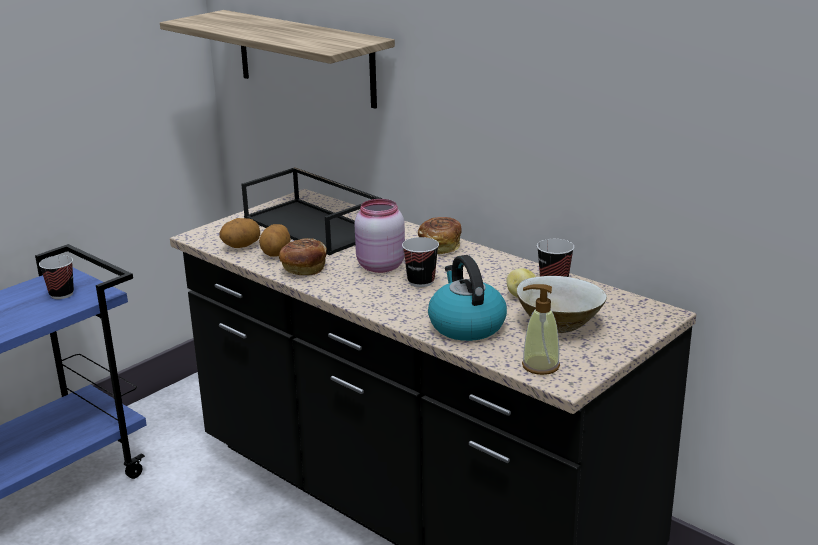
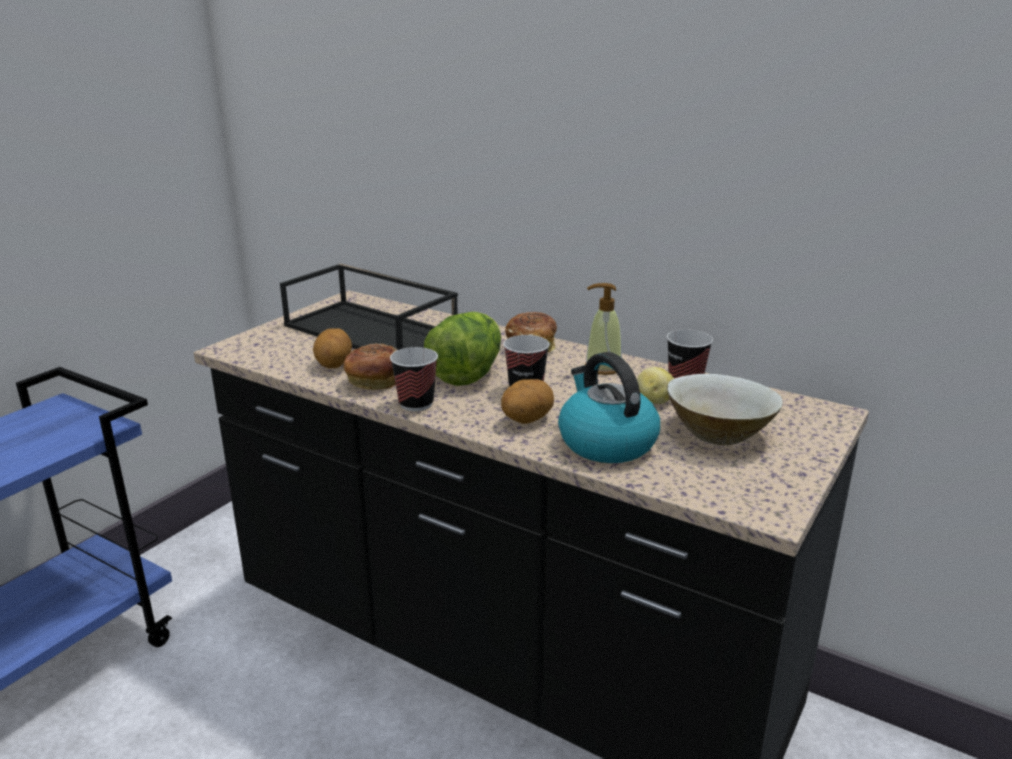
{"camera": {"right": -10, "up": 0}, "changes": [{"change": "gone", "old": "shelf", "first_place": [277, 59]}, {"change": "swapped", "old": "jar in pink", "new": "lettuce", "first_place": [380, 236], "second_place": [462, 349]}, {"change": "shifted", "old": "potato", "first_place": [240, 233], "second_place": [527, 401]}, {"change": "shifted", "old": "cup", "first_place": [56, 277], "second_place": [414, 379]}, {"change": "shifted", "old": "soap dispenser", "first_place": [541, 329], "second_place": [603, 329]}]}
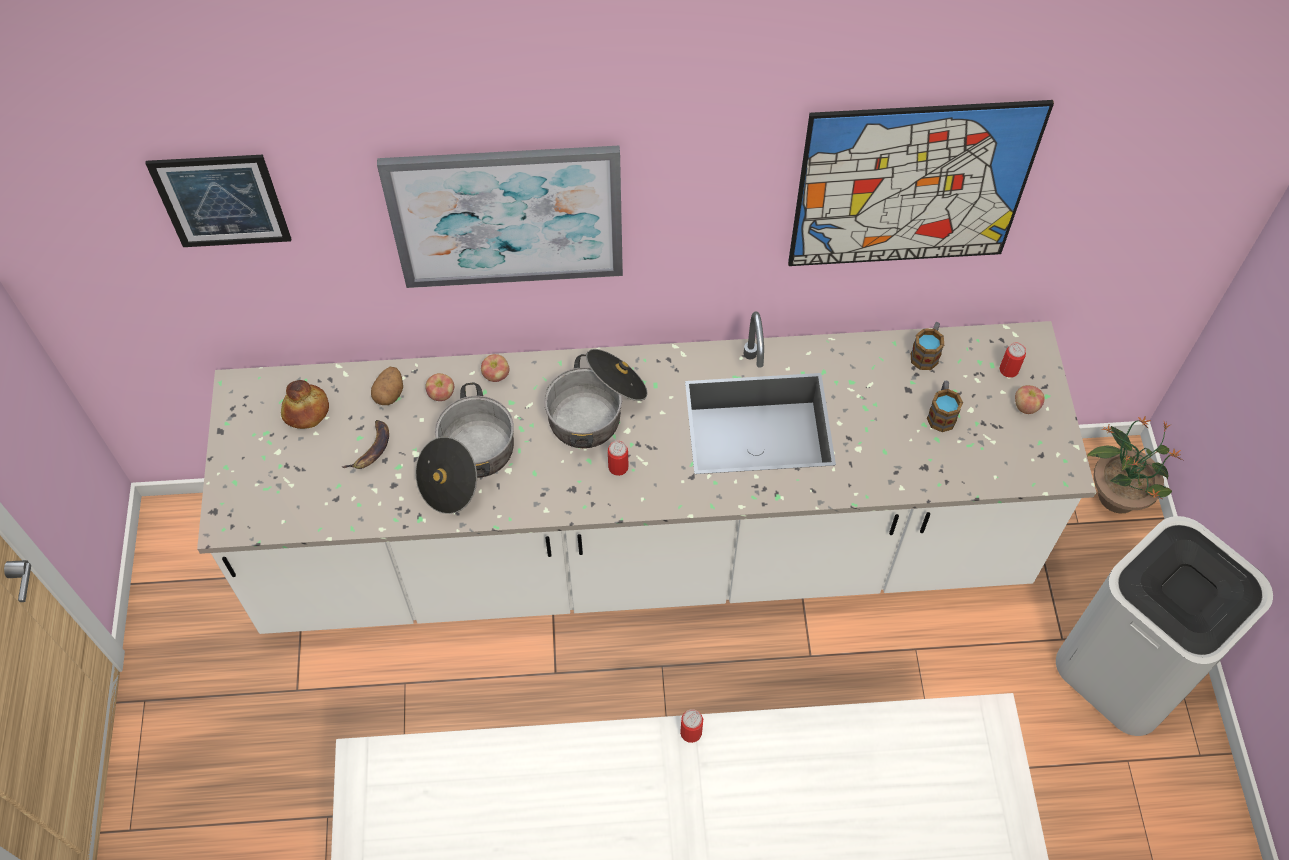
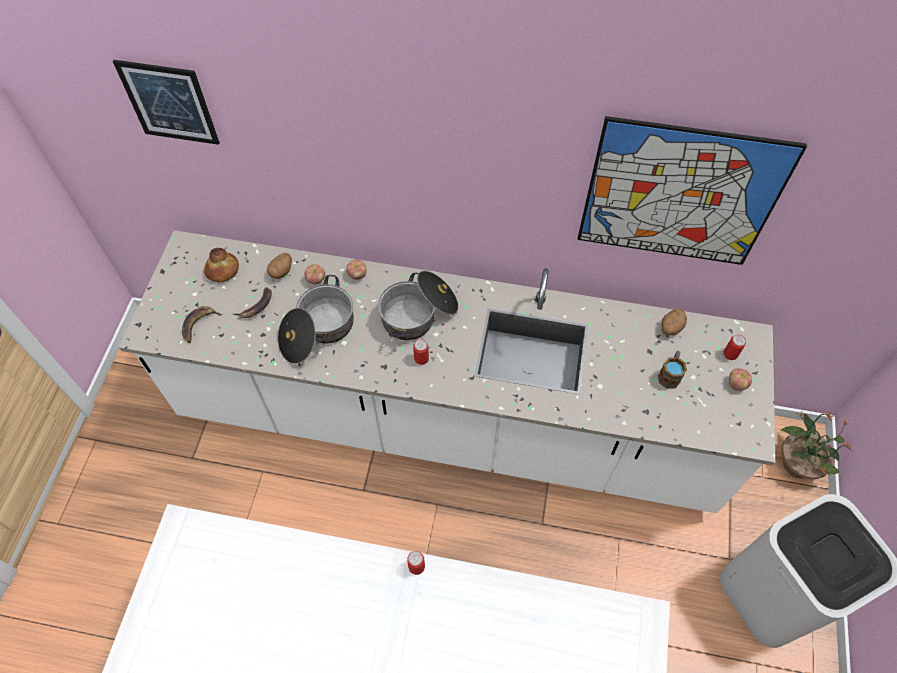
{"camera": {"right": 15, "up": 0}, "changes": [{"change": "gone", "old": "picture", "first_place": [500, 217]}, {"change": "swapped", "old": "mug", "new": "potato", "first_place": [927, 346], "second_place": [674, 322]}, {"change": "new", "new": "banana", "second_place": [202, 324]}]}
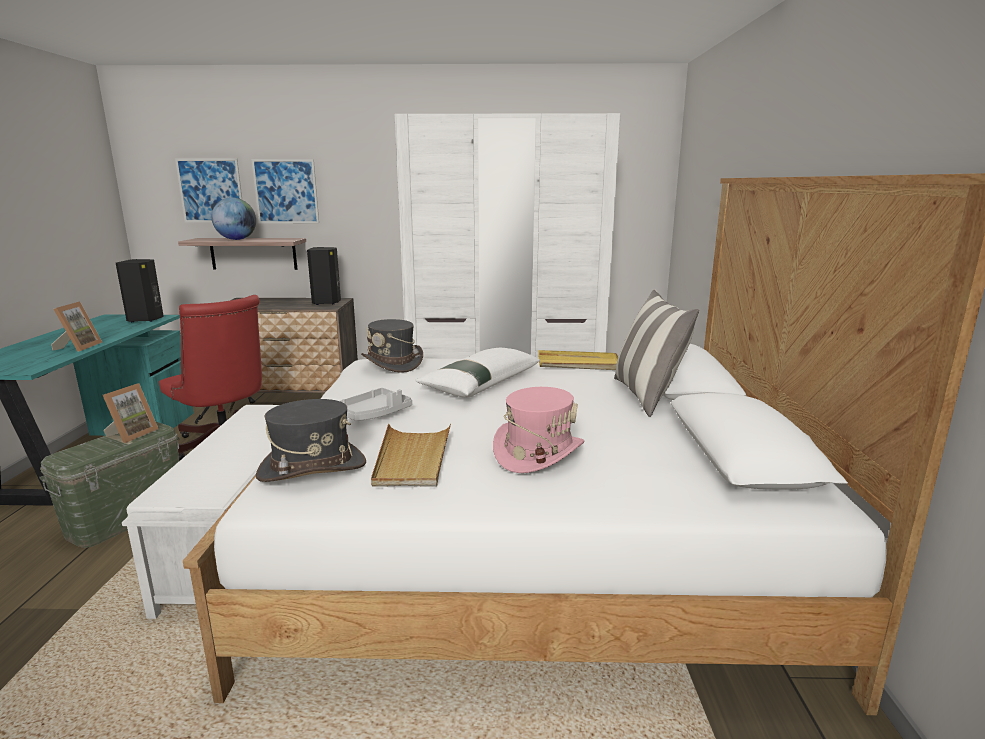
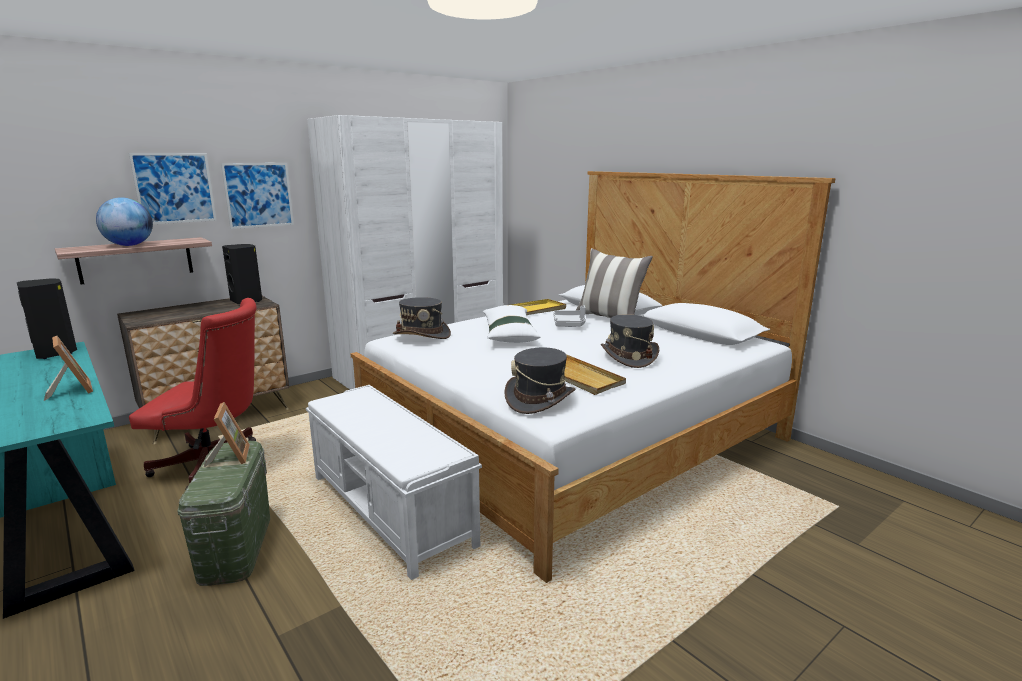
{"camera": {"right": -40, "up": 0}, "changes": [{"change": "shifted", "old": "picture", "first_place": [208, 191], "second_place": [257, 196]}, {"change": "repainted", "old": "hat in pink", "new": "hat in grey", "first_place": [538, 430], "second_place": [630, 341]}, {"change": "shifted", "old": "tray in grey", "first_place": [376, 404], "second_place": [569, 316]}]}
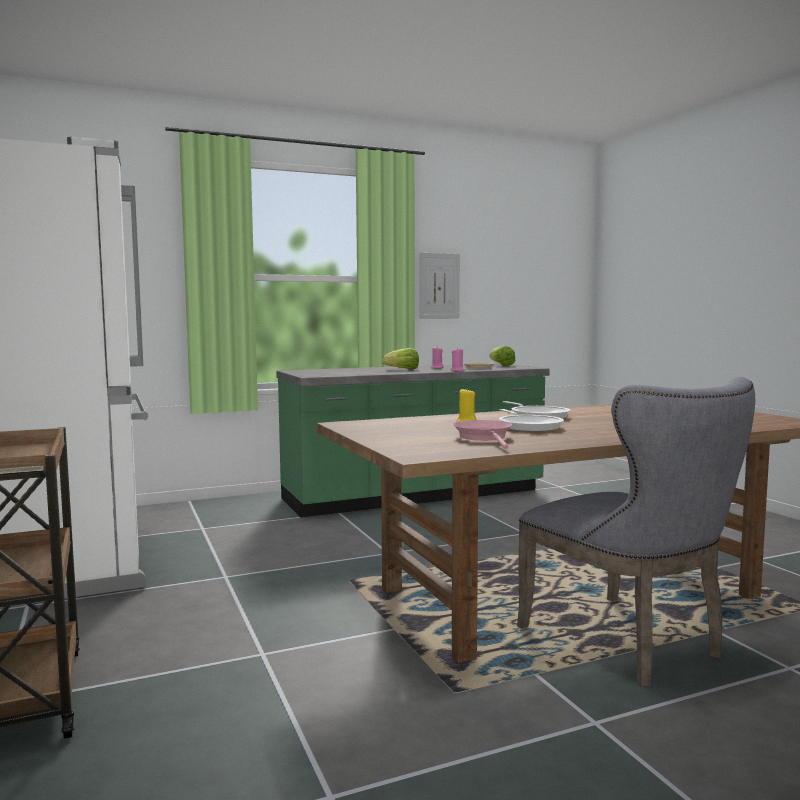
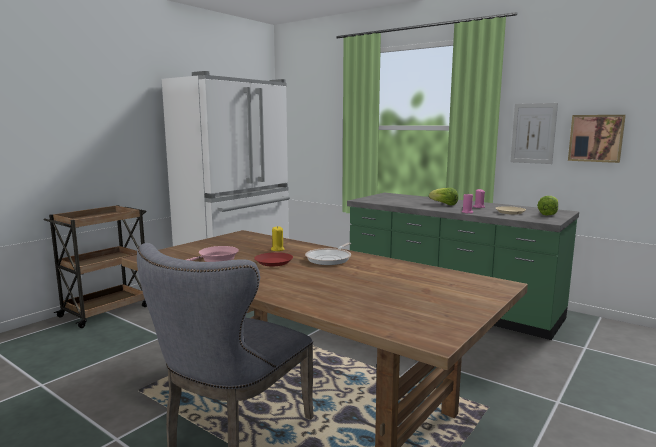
{"camera": {"right": 60, "up": 5}, "changes": [{"change": "swapped", "old": "frying pan", "new": "plate in red", "first_place": [531, 420], "second_place": [273, 259]}, {"change": "new", "new": "picture", "second_place": [597, 139]}]}
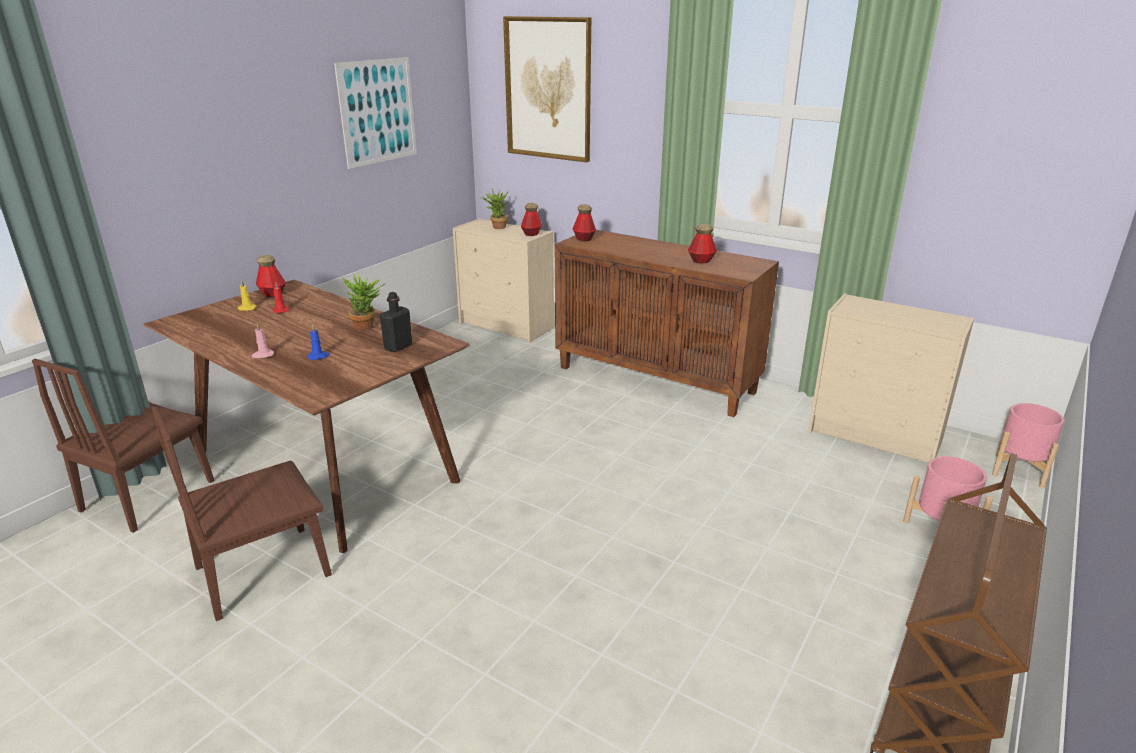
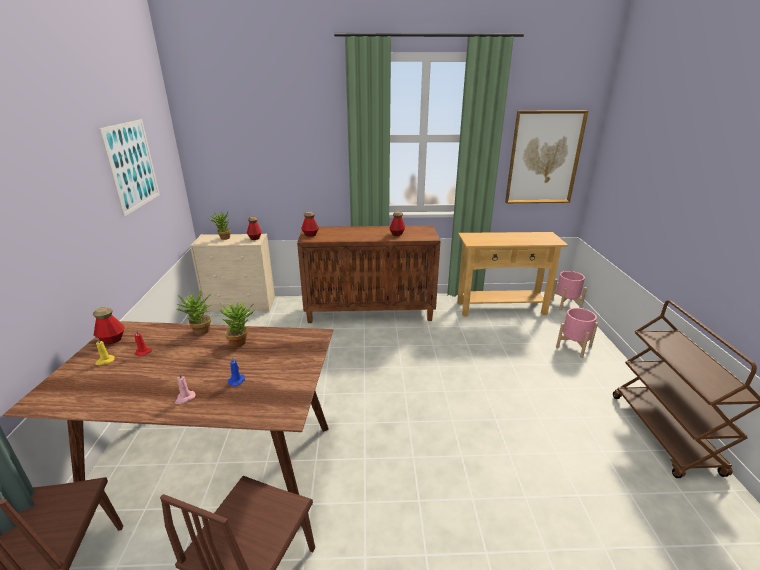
{"camera": {"right": -35, "up": 0}, "changes": [{"change": "shifted", "old": "picture", "first_place": [547, 89], "second_place": [546, 156]}, {"change": "gone", "old": "bottle in black", "first_place": [396, 322]}, {"change": "swapped", "old": "dresser in beige", "new": "console table in beige", "first_place": [891, 378], "second_place": [512, 274]}, {"change": "new", "new": "potted plant", "second_place": [194, 312]}]}
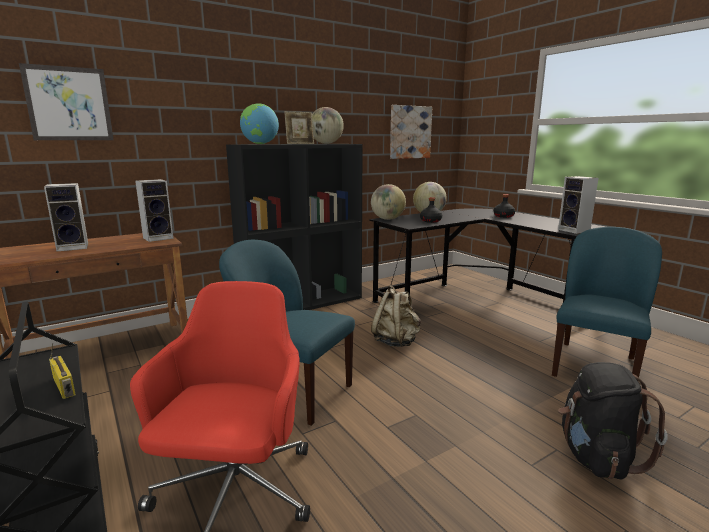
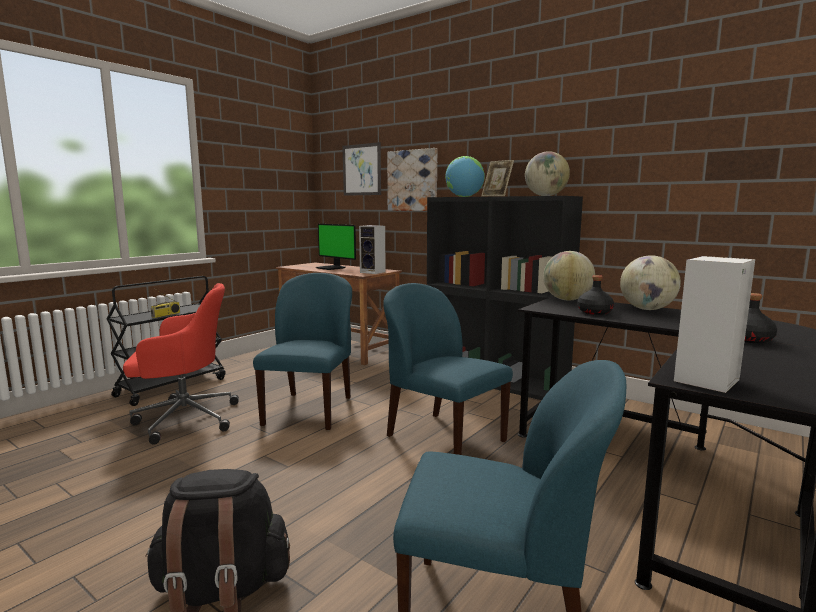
{"camera": {"right": 70, "up": -5}, "changes": [{"change": "shifted", "old": "picture", "first_place": [411, 132], "second_place": [412, 179]}, {"change": "swapped", "old": "speaker", "new": "monitor", "first_place": [66, 217], "second_place": [336, 247]}, {"change": "swapped", "old": "backpack in beige", "new": "chair in blue", "first_place": [396, 316], "second_place": [448, 369]}]}
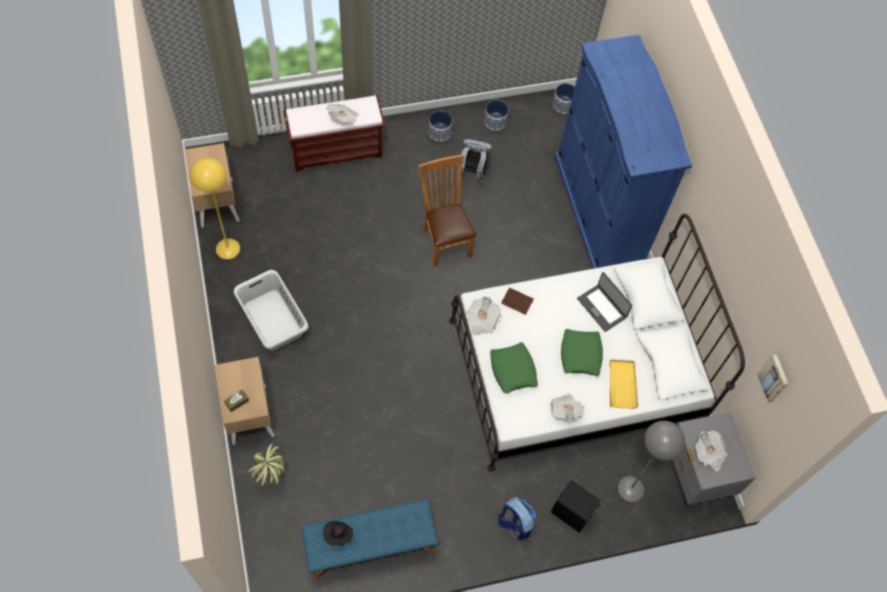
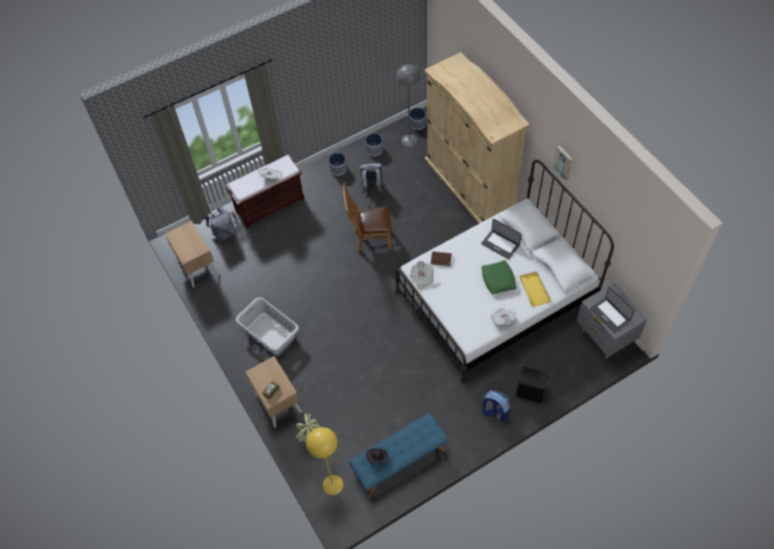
{"camera": {"right": -10, "up": -5}, "changes": [{"change": "repainted", "old": "wardrobe in blue", "new": "wardrobe in beige", "first_place": [623, 152], "second_place": [477, 138]}, {"change": "rotated", "old": "chair in brown", "first_place": [447, 210], "second_place": [367, 217], "degrees": -60}, {"change": "shifted", "old": "floor lamp in yellow", "first_place": [215, 208], "second_place": [324, 461]}, {"change": "gone", "old": "pillow in green", "first_place": [514, 368]}, {"change": "shifted", "old": "picture", "first_place": [773, 379], "second_place": [563, 163]}, {"change": "shifted", "old": "floor lamp in grey", "first_place": [651, 461], "second_place": [408, 105]}, {"change": "swapped", "old": "newspaper", "new": "laptop", "first_place": [711, 451], "second_place": [612, 310]}, {"change": "new", "new": "backpack in grey", "second_place": [221, 224]}]}
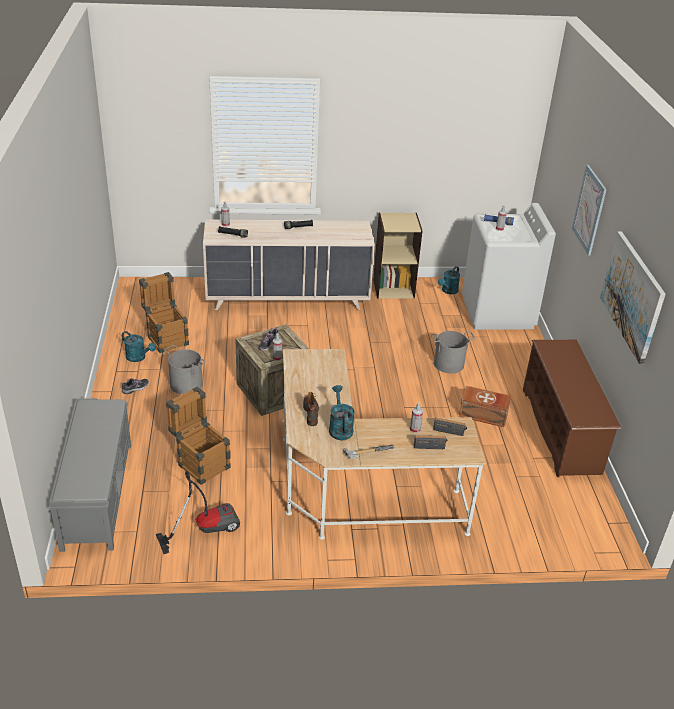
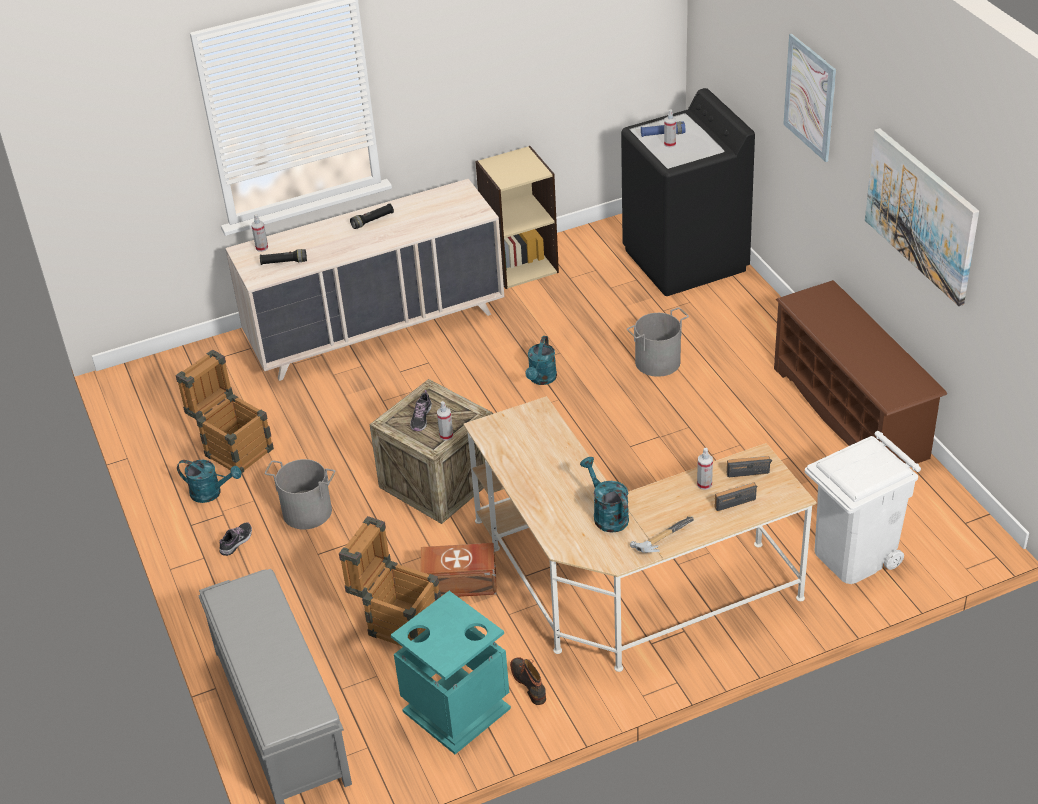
{"camera": {"right": -15, "up": 5}, "changes": [{"change": "repainted", "old": "washing machine in white", "new": "washing machine in black", "first_place": [509, 266], "second_place": [688, 192]}, {"change": "shifted", "old": "watering can in turquoise", "first_place": [449, 280], "second_place": [541, 360]}, {"change": "shifted", "old": "storage box in brown", "first_place": [485, 406], "second_place": [458, 570]}, {"change": "shifted", "old": "boot", "first_place": [311, 409], "second_place": [528, 681]}, {"change": "swapped", "old": "vacuum cleaner", "new": "trash can in turquoise", "first_place": [198, 512], "second_place": [451, 672]}, {"change": "new", "new": "trash can in white", "second_place": [863, 507]}]}
